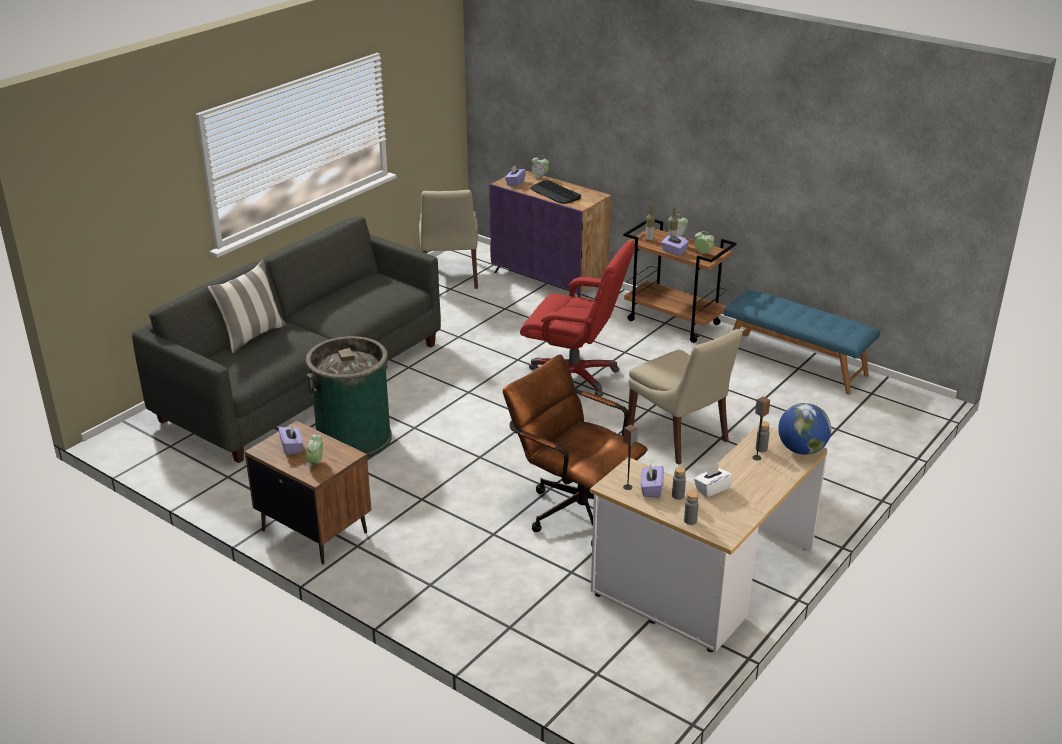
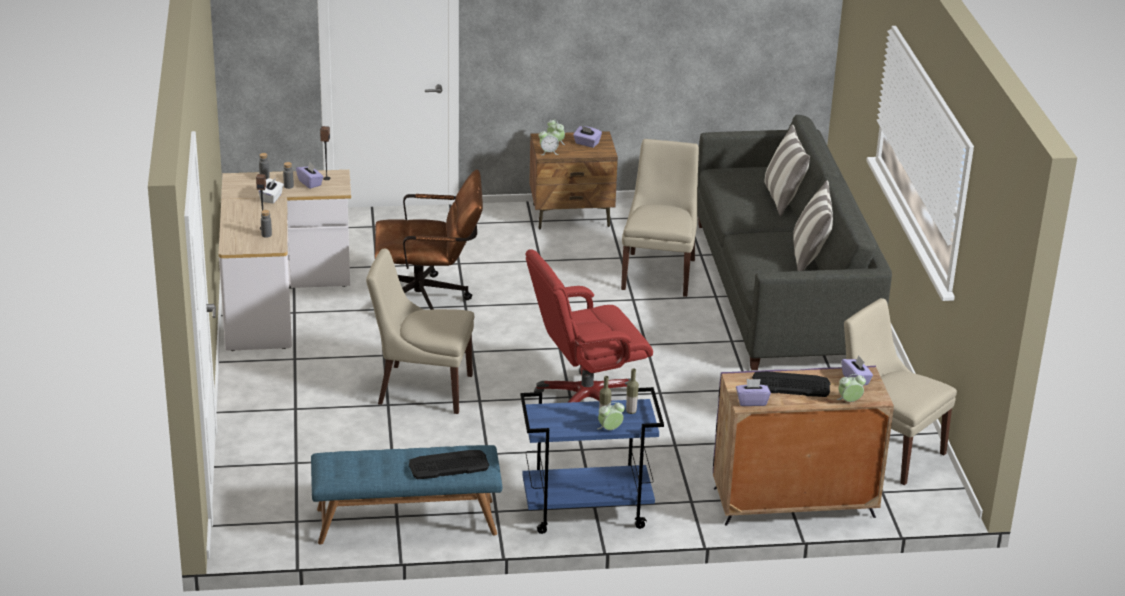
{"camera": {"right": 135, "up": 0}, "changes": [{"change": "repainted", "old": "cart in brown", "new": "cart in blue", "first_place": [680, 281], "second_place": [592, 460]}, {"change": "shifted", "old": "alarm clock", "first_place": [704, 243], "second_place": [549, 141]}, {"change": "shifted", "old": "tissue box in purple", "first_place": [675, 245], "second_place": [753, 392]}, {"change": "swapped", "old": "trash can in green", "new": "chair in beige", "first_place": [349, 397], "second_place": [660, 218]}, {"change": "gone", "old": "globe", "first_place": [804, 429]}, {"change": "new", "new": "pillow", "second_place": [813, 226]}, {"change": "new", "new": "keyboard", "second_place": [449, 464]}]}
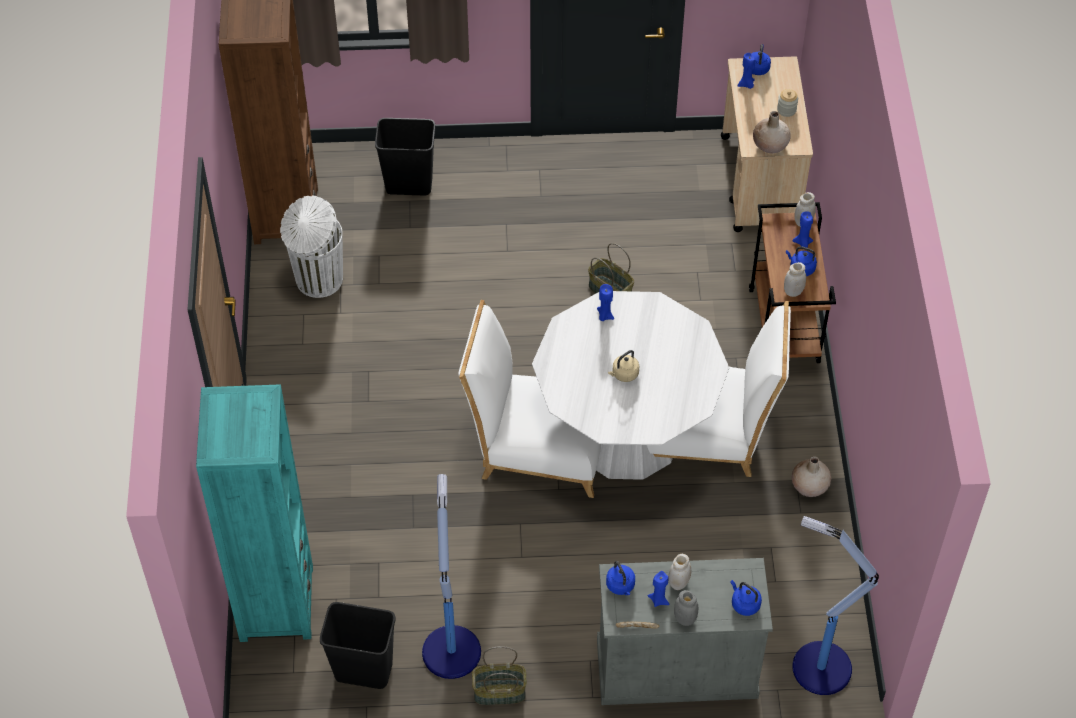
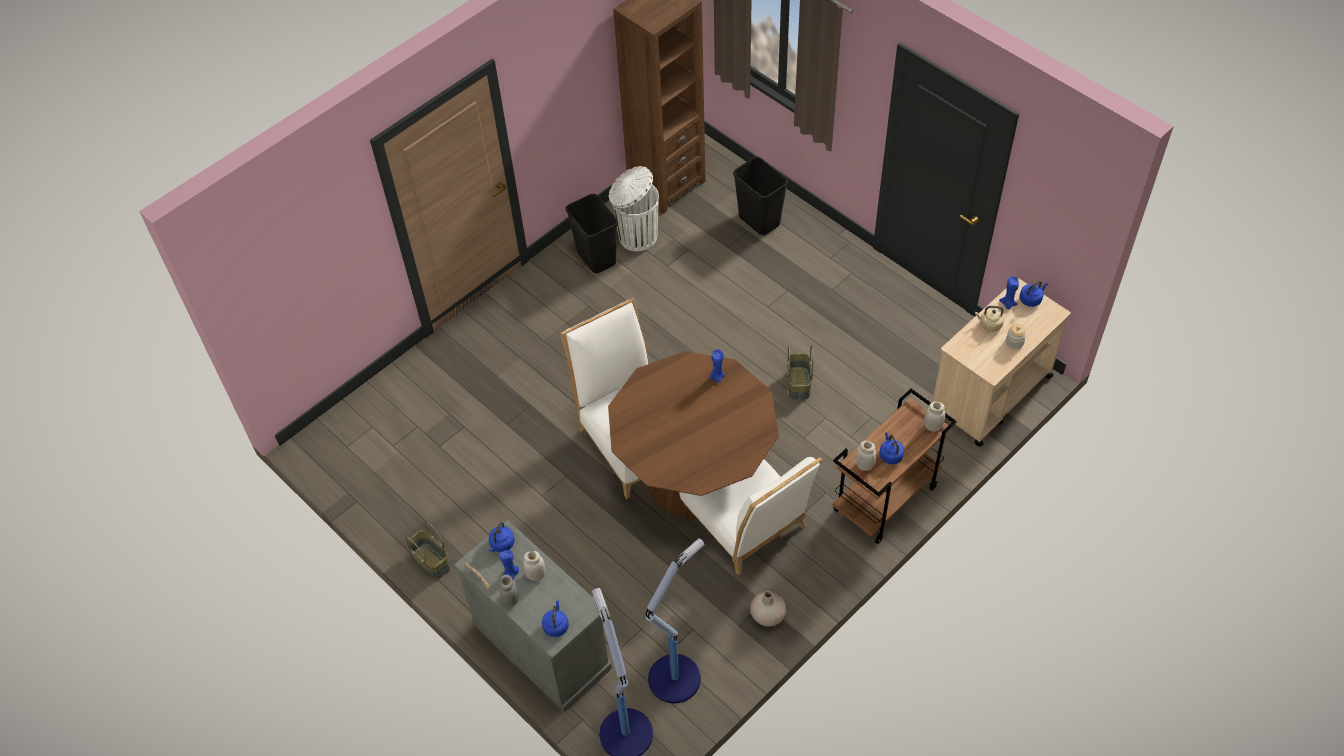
{"camera": {"right": 50, "up": 0}, "changes": [{"change": "gone", "old": "vase in beige", "first_place": [772, 132]}, {"change": "gone", "old": "candle in blue", "first_place": [802, 229]}, {"change": "repainted", "old": "dining table in white", "new": "dining table in brown", "first_place": [630, 385], "second_place": [693, 436]}, {"change": "shifted", "old": "kettle in beige", "first_place": [623, 366], "second_place": [989, 319]}, {"change": "gone", "old": "bookcase in turquoise", "first_place": [254, 513]}, {"change": "shifted", "old": "floor lamp", "first_place": [451, 576], "second_place": [675, 620]}, {"change": "shifted", "old": "trash can in black", "first_place": [358, 645], "second_place": [592, 233]}]}
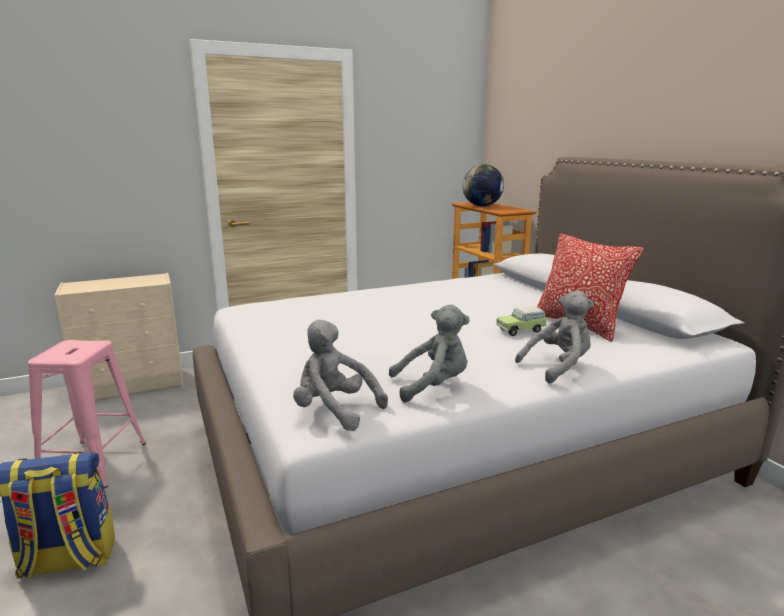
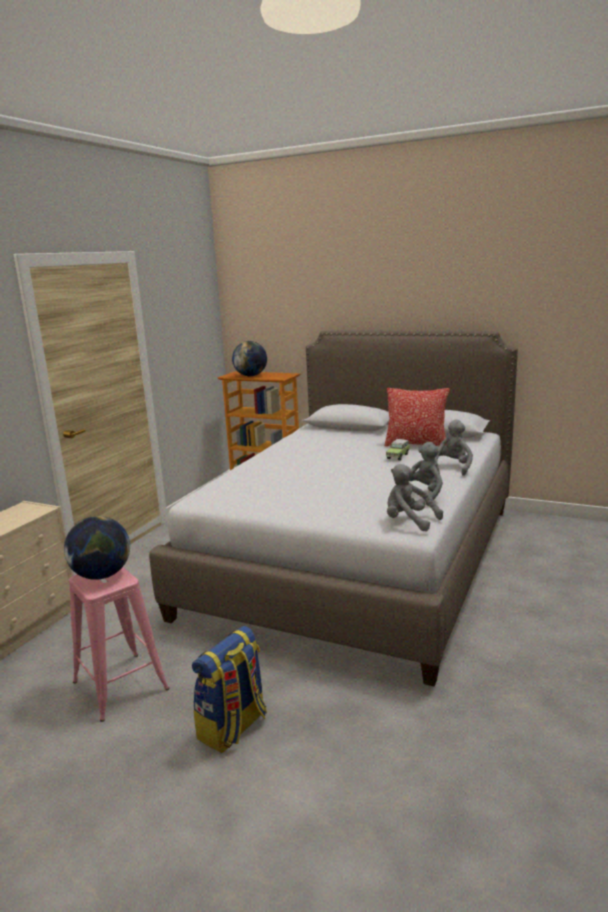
{"camera": {"right": -40, "up": 0}, "changes": [{"change": "rotated", "old": "plush toy in grey", "first_place": [340, 375], "second_place": [415, 497], "degrees": 45}, {"change": "new", "new": "globe", "second_place": [97, 548]}]}
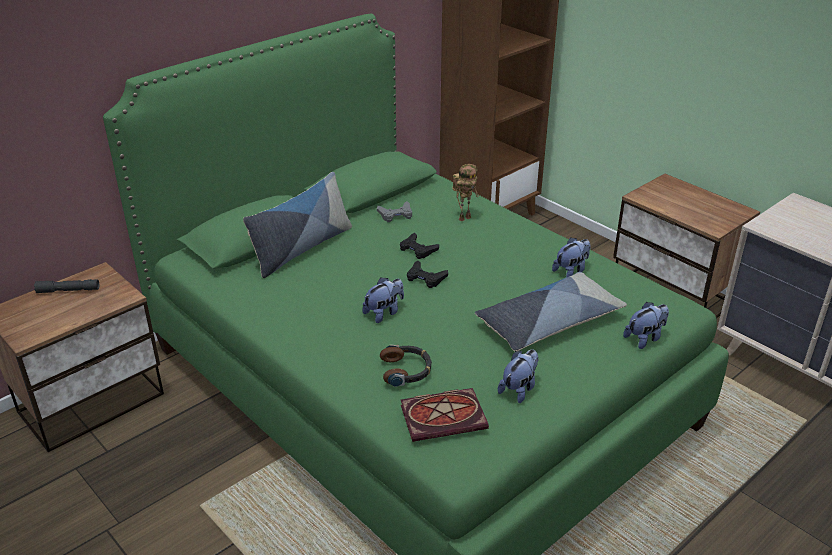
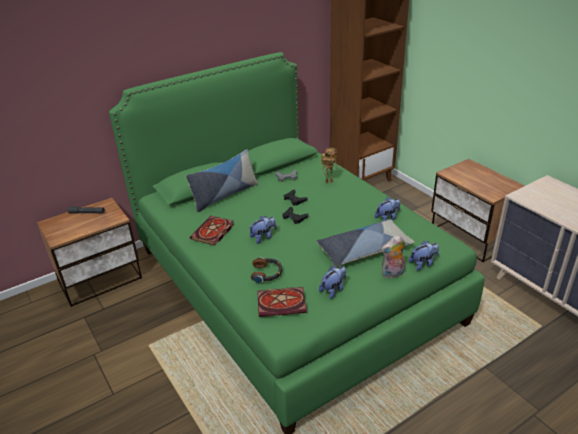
{"camera": {"right": 10, "up": 0}, "changes": [{"change": "new", "new": "book", "second_place": [212, 231]}, {"change": "new", "new": "plush toy", "second_place": [393, 256]}]}
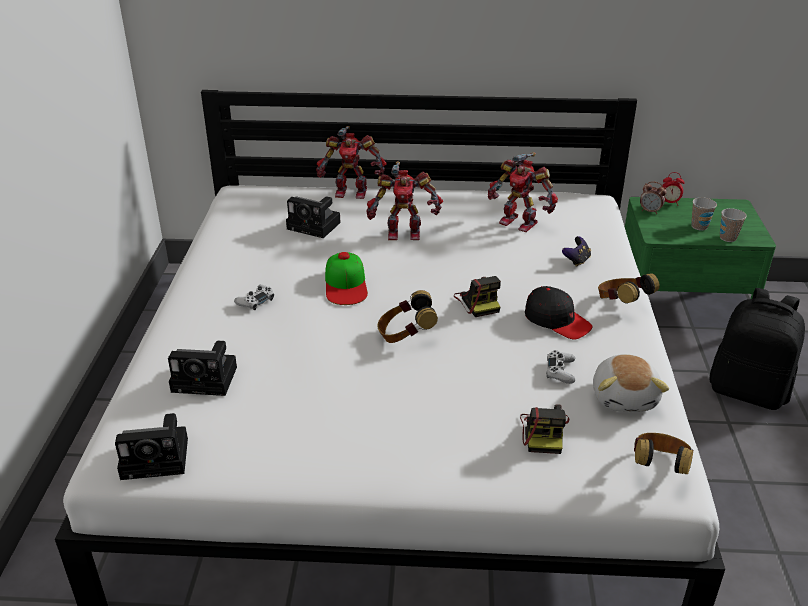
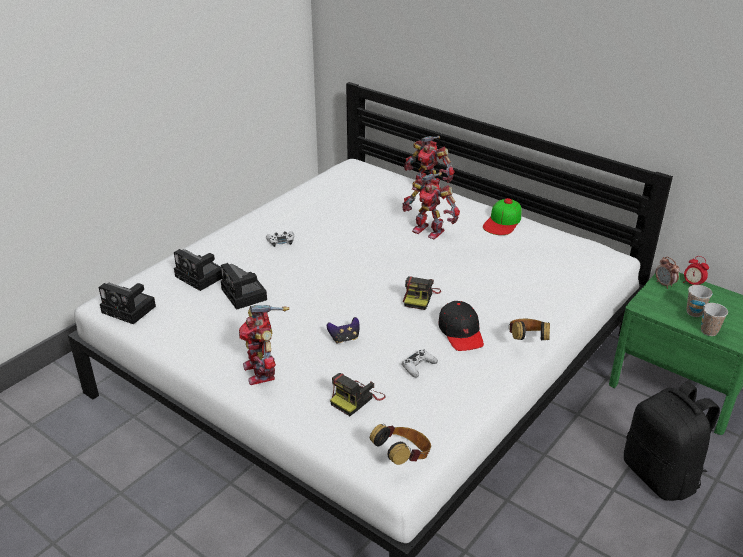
{"camera": {"right": 35, "up": 0}, "changes": [{"change": "shifted", "old": "toy robot", "first_place": [523, 192], "second_place": [264, 345]}, {"change": "shifted", "old": "photo camera", "first_place": [313, 217], "second_place": [244, 286]}, {"change": "shifted", "old": "game controller", "first_place": [576, 251], "second_place": [343, 330]}, {"change": "shifted", "old": "cap", "first_place": [346, 278], "second_place": [502, 216]}, {"change": "gone", "old": "headphones", "first_place": [407, 316]}, {"change": "gone", "old": "plush toy", "first_place": [631, 383]}]}
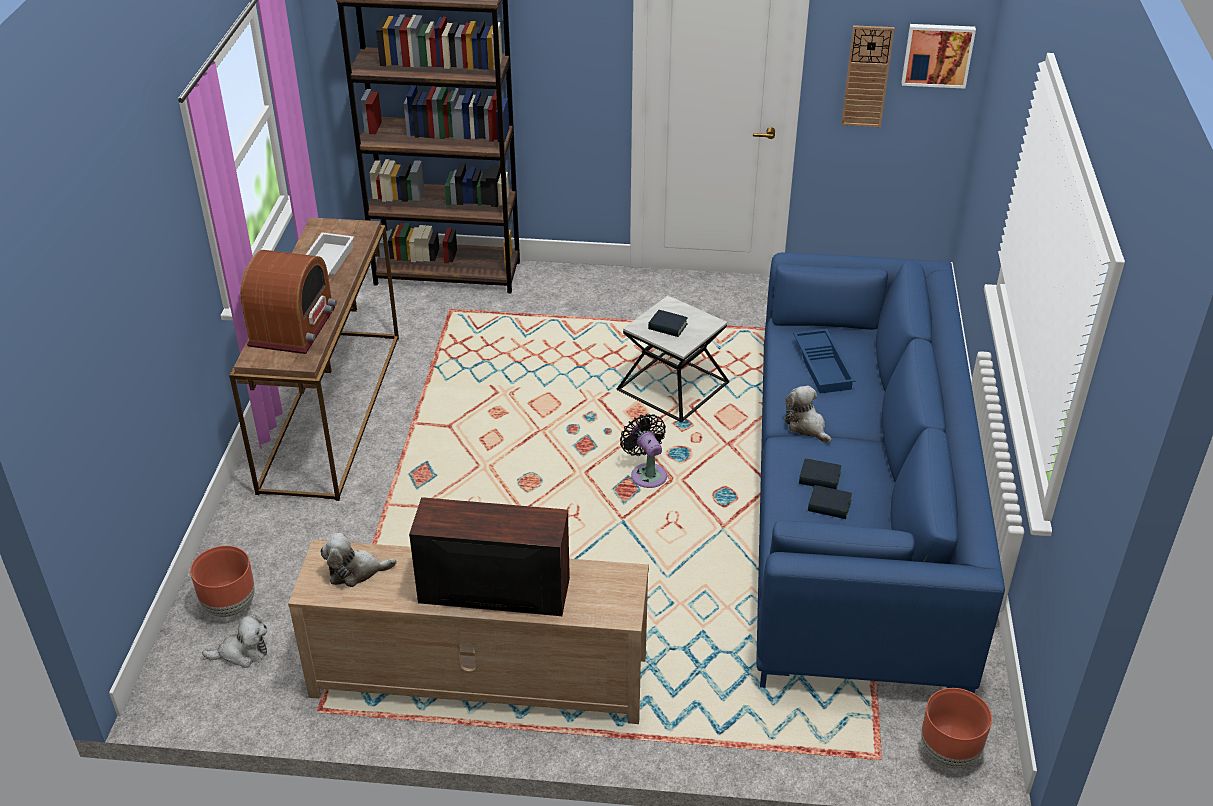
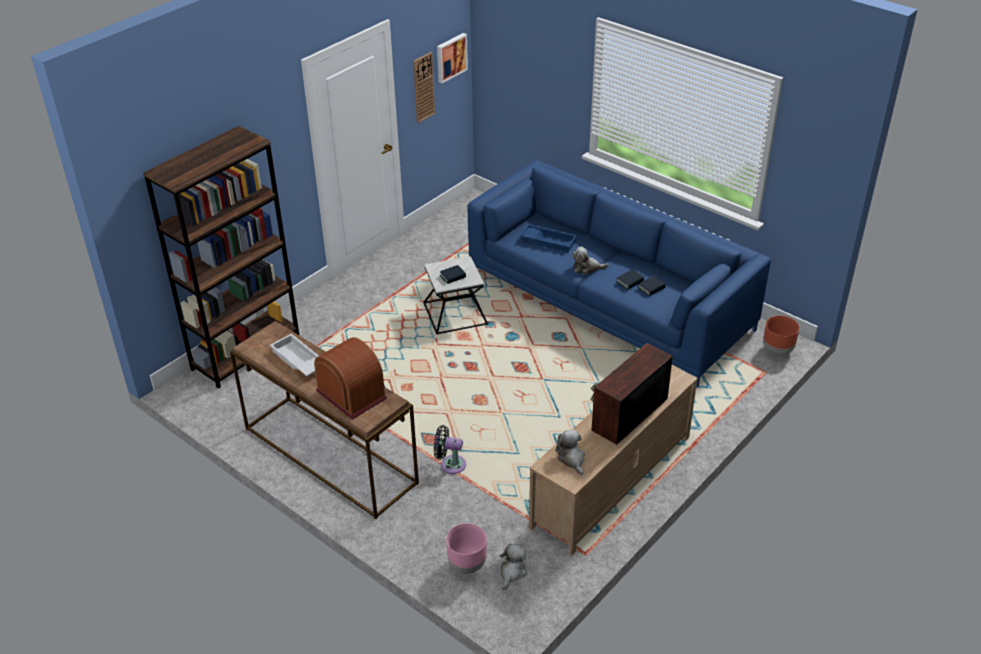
{"camera": {"right": -55, "up": 0}, "changes": [{"change": "shifted", "old": "fan in black", "first_place": [643, 451], "second_place": [450, 450]}, {"change": "rotated", "old": "plush toy", "first_place": [358, 560], "second_place": [569, 452], "degrees": 135}, {"change": "repainted", "old": "planter in brown", "new": "planter in pink", "first_place": [222, 581], "second_place": [466, 548]}]}
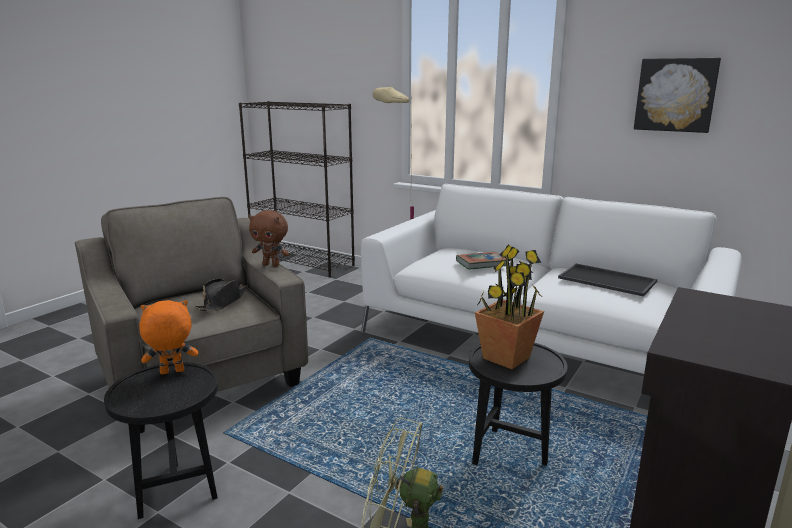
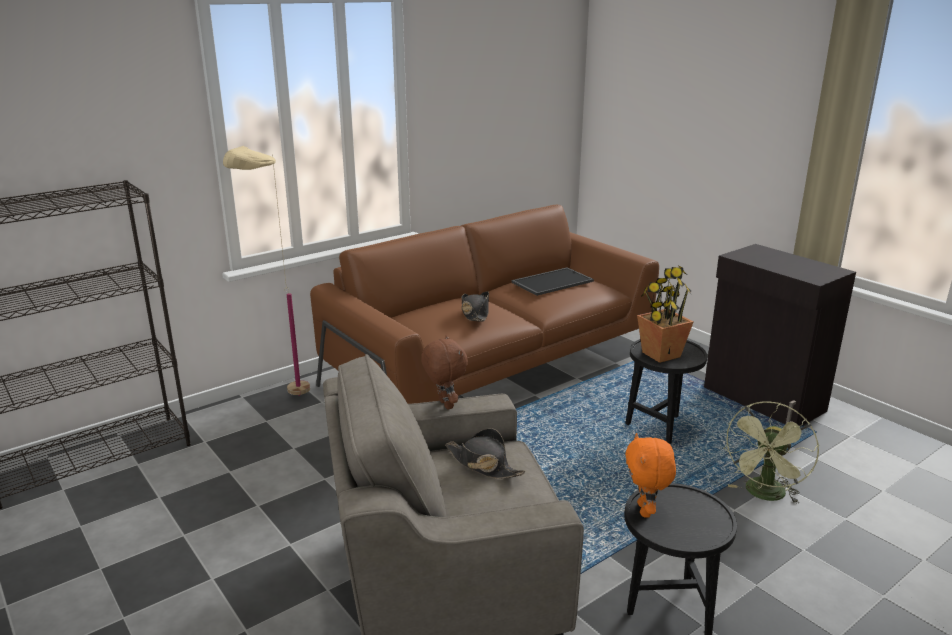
{"camera": {"right": -70, "up": 5}, "changes": [{"change": "gone", "old": "picture", "first_place": [677, 95]}, {"change": "repainted", "old": "sofa in white", "new": "sofa in brown", "first_place": [551, 279], "second_place": [484, 304]}, {"change": "rotated", "old": "plush toy in brown", "first_place": [269, 238], "second_place": [444, 373], "degrees": -60}, {"change": "swapped", "old": "book", "new": "hat in black", "first_place": [481, 261], "second_place": [475, 306]}]}
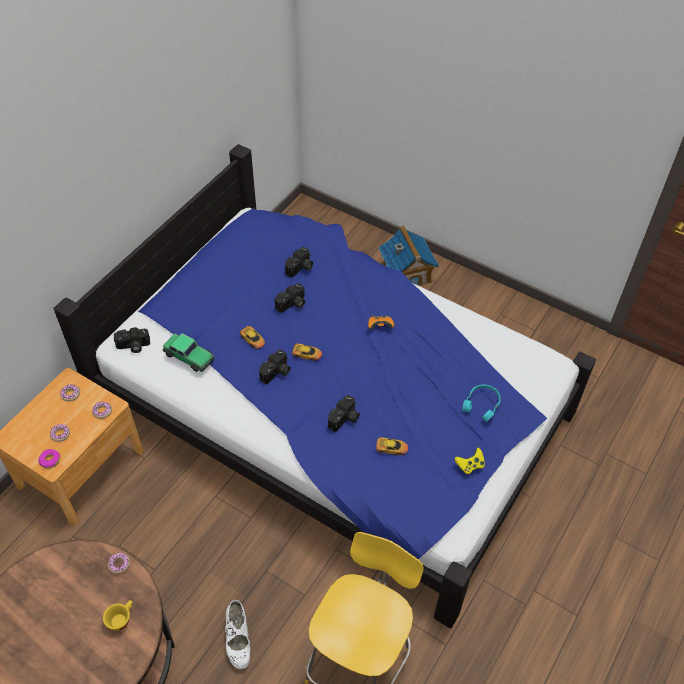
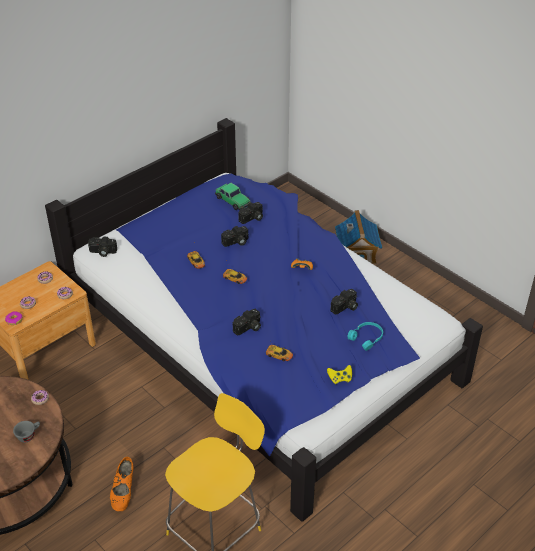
{"camera": {"right": 15, "up": -10}, "changes": [{"change": "shifted", "old": "toy car", "first_place": [189, 352], "second_place": [233, 196]}, {"change": "shifted", "old": "photo camera", "first_place": [275, 366], "second_place": [344, 301]}, {"change": "repainted", "old": "cup in yellow", "new": "cup in grey", "first_place": [118, 615], "second_place": [26, 432]}, {"change": "repainted", "old": "shoe in white", "new": "shoe in orange", "first_place": [238, 634], "second_place": [122, 484]}]}
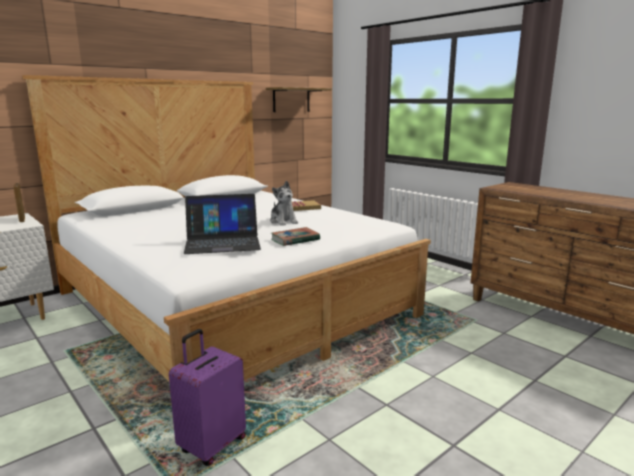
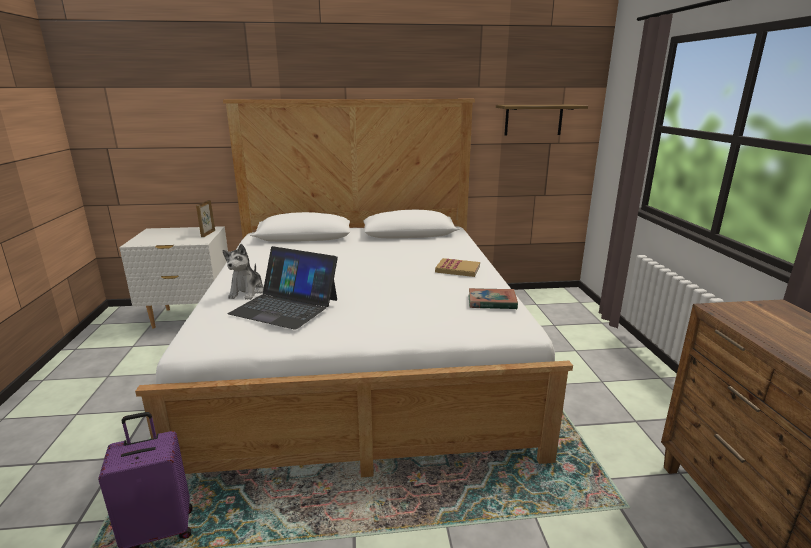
{"camera": {"right": 35, "up": 5}, "changes": [{"change": "shifted", "old": "plush toy", "first_place": [284, 203], "second_place": [243, 272]}, {"change": "shifted", "old": "book", "first_place": [295, 236], "second_place": [493, 298]}]}
